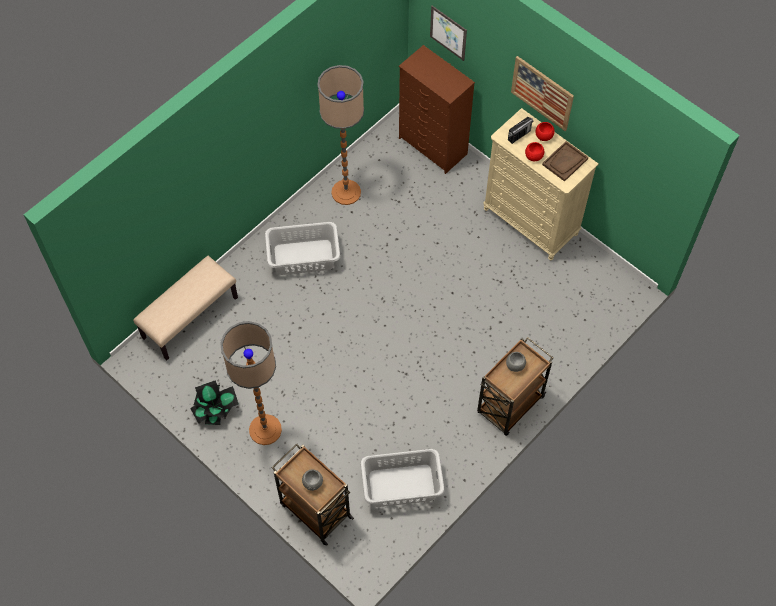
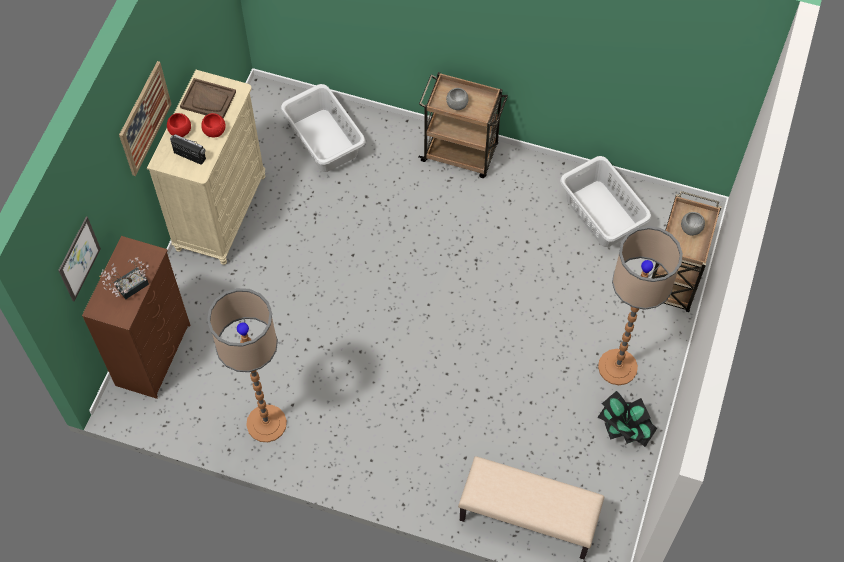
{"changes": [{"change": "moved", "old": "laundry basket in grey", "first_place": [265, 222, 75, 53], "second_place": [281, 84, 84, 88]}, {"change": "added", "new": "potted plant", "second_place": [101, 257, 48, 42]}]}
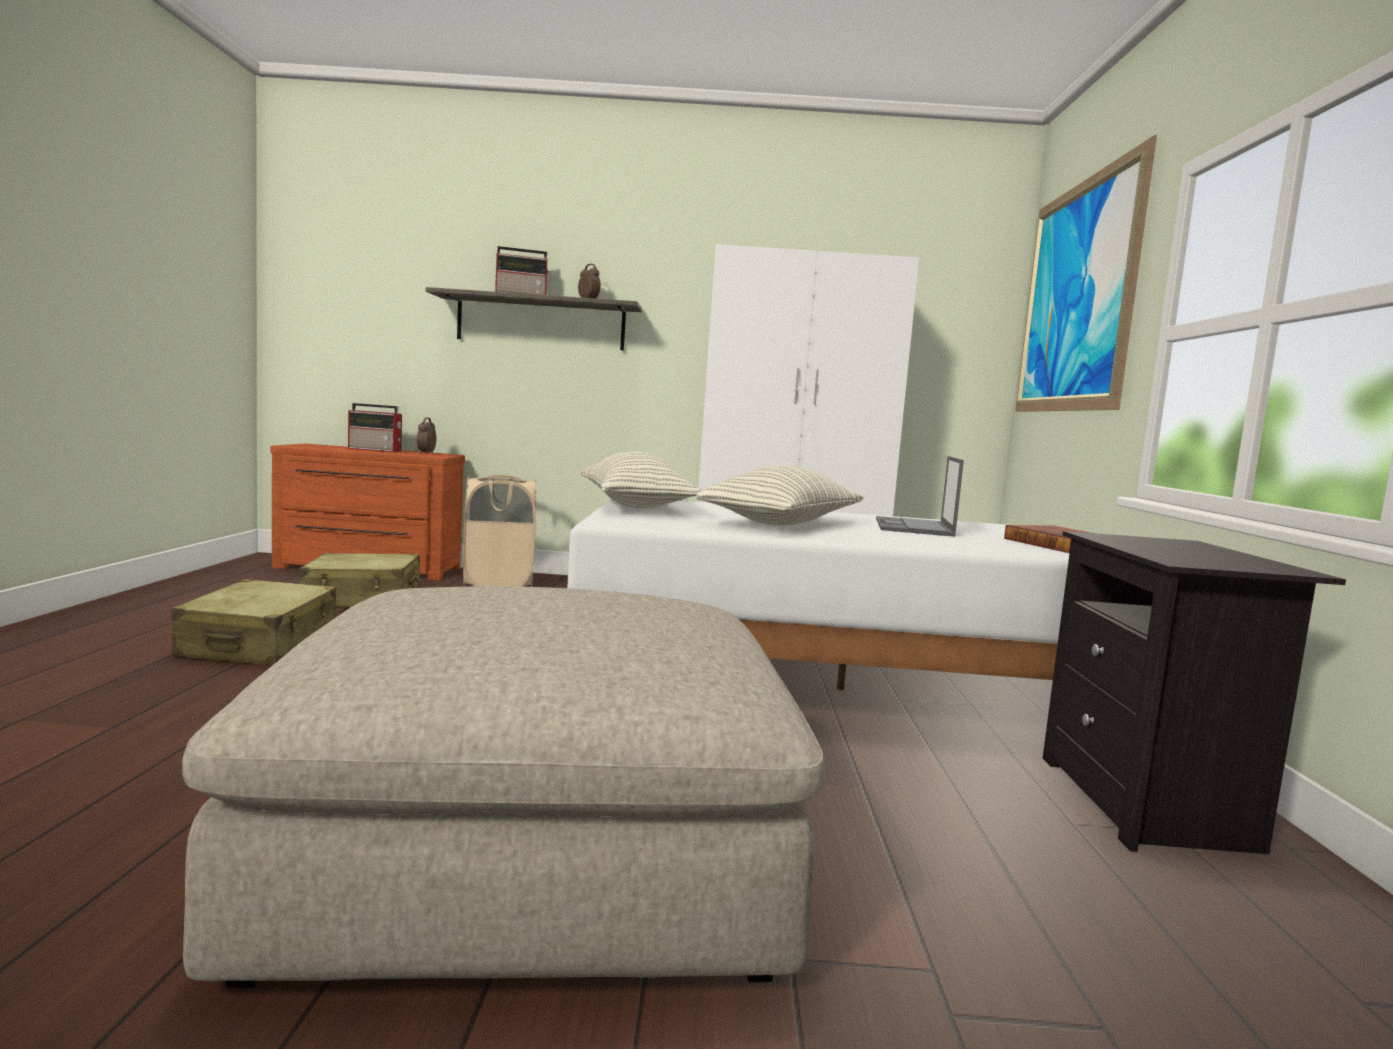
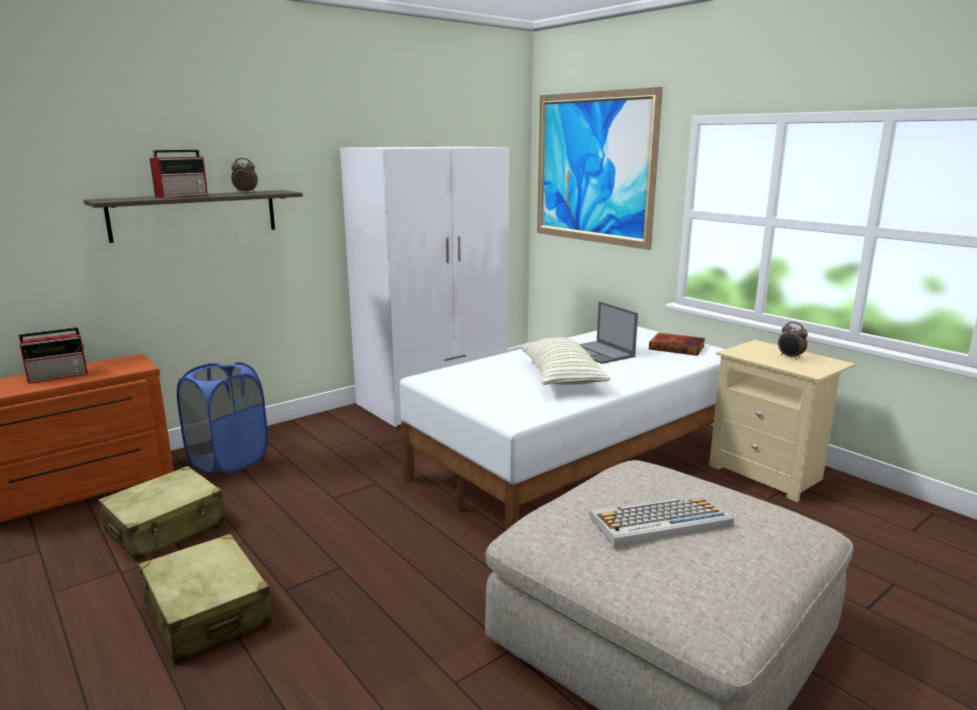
{"changes": [{"change": "moved", "old": "alarm clock", "first_place": [417, 418, 19, 36], "second_place": [778, 322, 30, 38]}, {"change": "removed", "old": "pillow", "first_place": [581, 451, 121, 58]}, {"change": "recoloured", "old": "laundry basket in beige", "new": "laundry basket in blue", "first_place": [463, 475, 73, 112], "second_place": [177, 362, 91, 112]}, {"change": "recoloured", "old": "nightstand in black", "new": "nightstand in beige", "first_place": [1043, 531, 303, 323], "second_place": [709, 340, 147, 162]}, {"change": "added", "new": "keyboard", "second_place": [589, 494, 145, 53]}]}
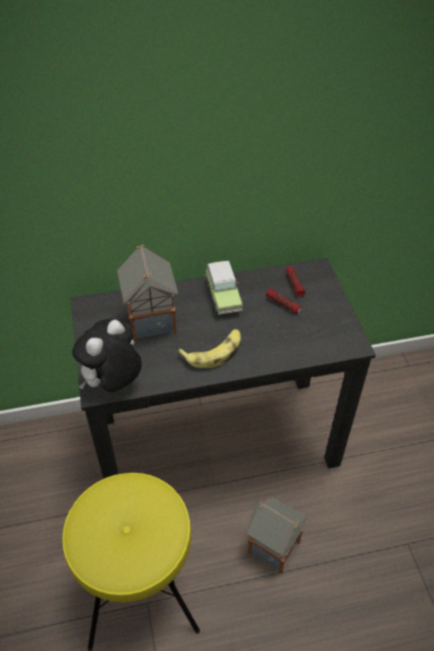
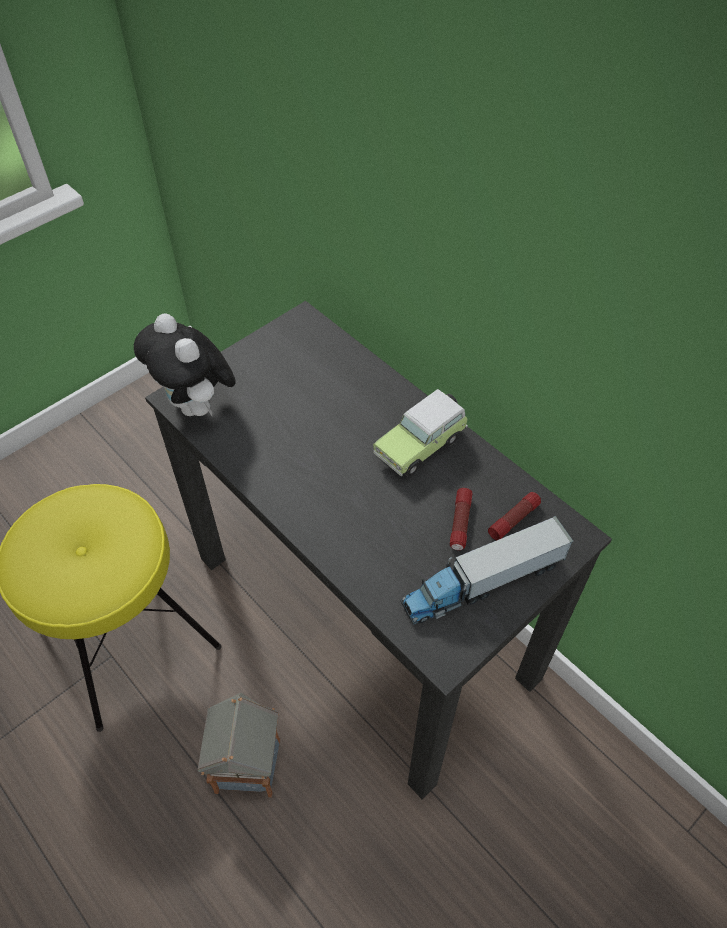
{"changes": [{"change": "removed", "old": "toy house", "first_place": [117, 245, 61, 97]}, {"change": "turned", "old": "plush toy", "first_place": [72, 318, 70, 74], "second_place": [134, 313, 102, 103], "degrees": -135}, {"change": "removed", "old": "banana", "first_place": [178, 329, 63, 39]}, {"change": "added", "new": "toy truck", "second_place": [400, 516, 173, 109]}]}
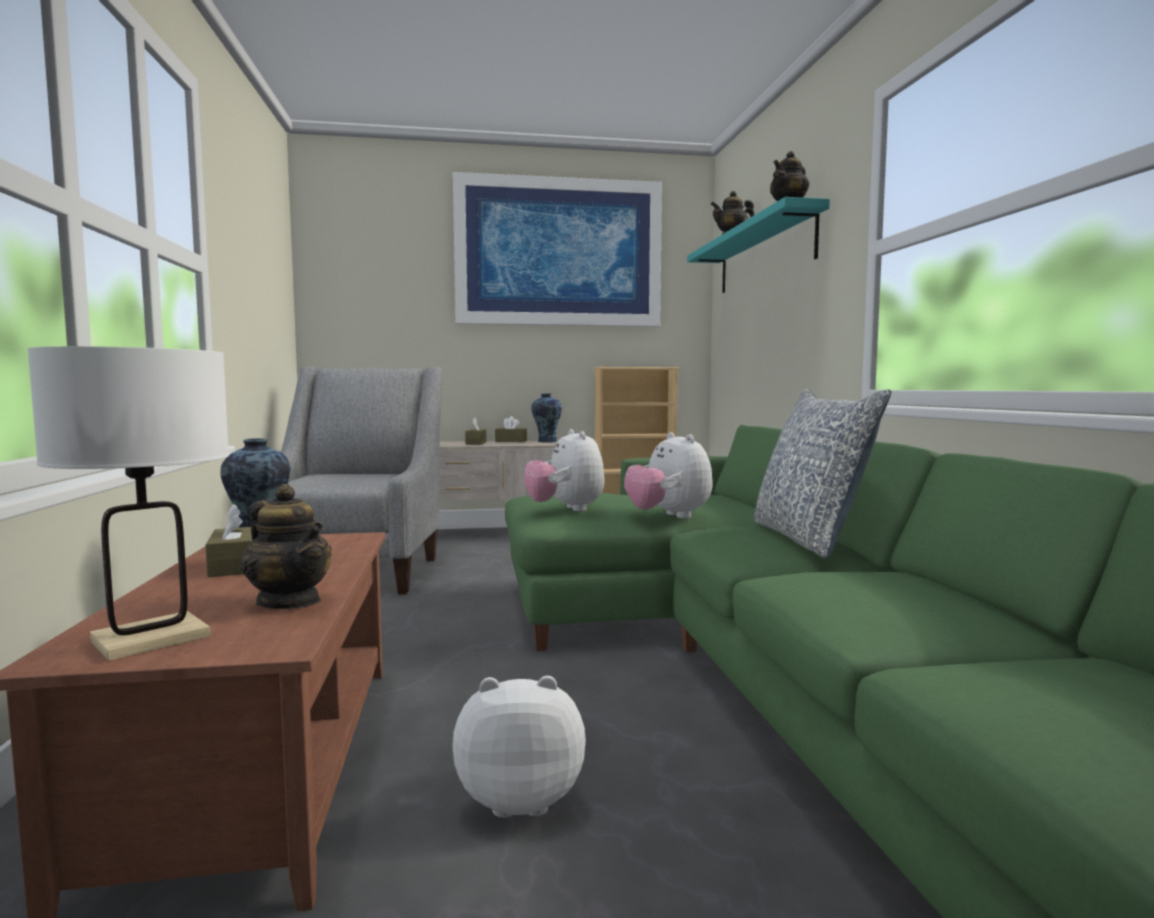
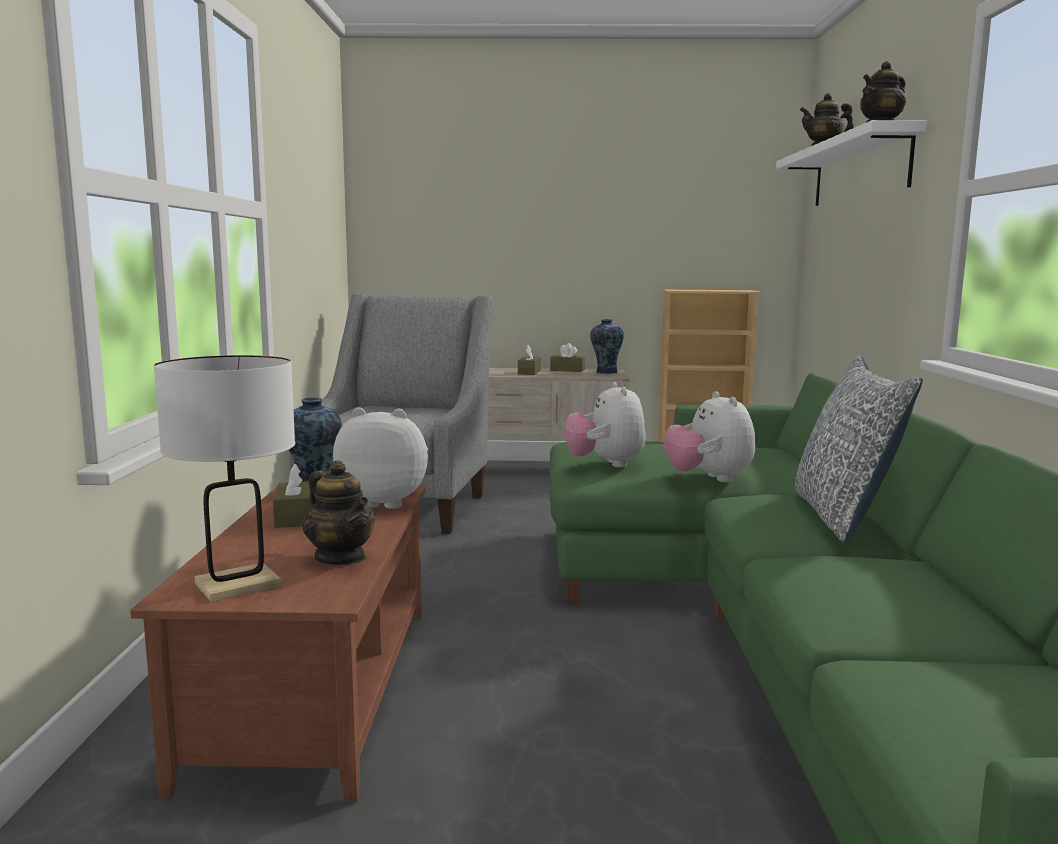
{"changes": [{"change": "removed", "old": "picture", "first_place": [453, 172, 209, 155]}, {"change": "recoloured", "old": "shelf in turquoise", "new": "shelf in white", "first_place": [687, 197, 143, 96], "second_place": [776, 120, 151, 86]}, {"change": "moved", "old": "plush toy", "first_place": [453, 676, 133, 142], "second_place": [333, 407, 95, 102]}]}
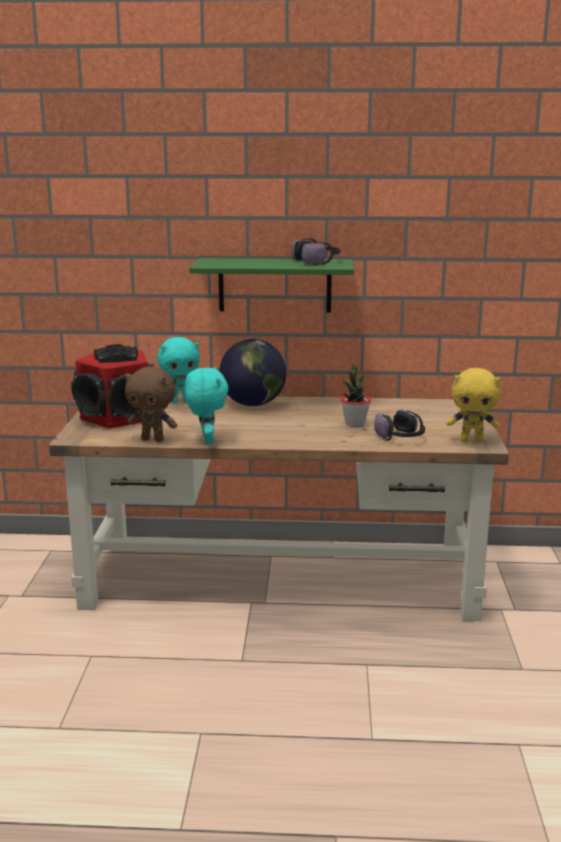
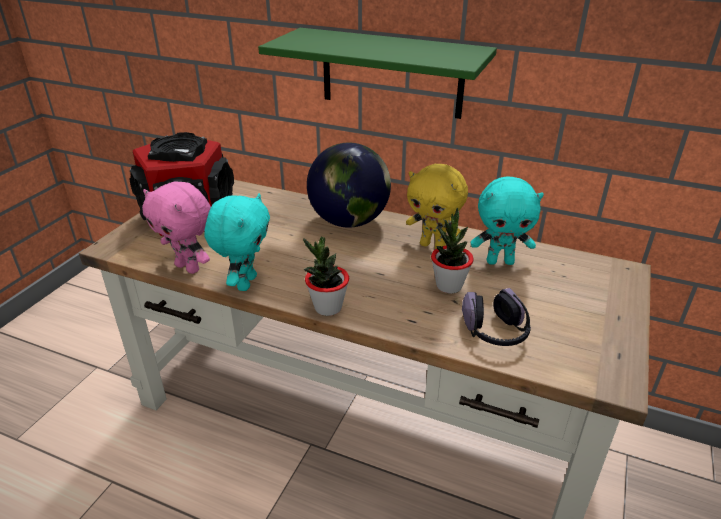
{"changes": [{"change": "removed", "old": "headphones", "first_place": [291, 238, 50, 27]}, {"change": "moved", "old": "plush toy in turquoise", "first_place": [157, 337, 43, 66], "second_place": [471, 176, 73, 89]}, {"change": "recoloured", "old": "plush toy in brown", "new": "plush toy in pink", "first_place": [125, 367, 52, 75], "second_place": [142, 182, 69, 92]}, {"change": "moved", "old": "plush toy in yellow", "first_place": [446, 368, 55, 75], "second_place": [406, 164, 62, 85]}, {"change": "added", "new": "potted plant", "second_place": [303, 237, 46, 79]}]}
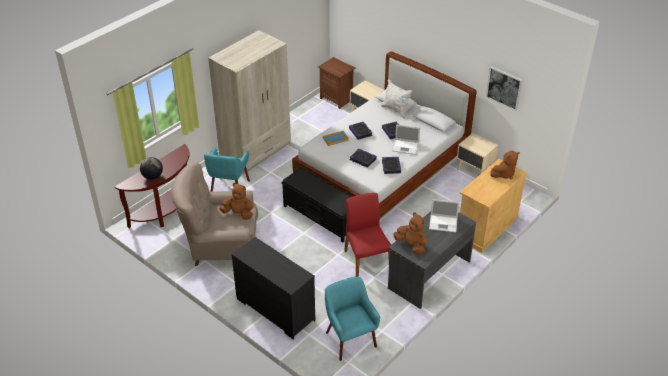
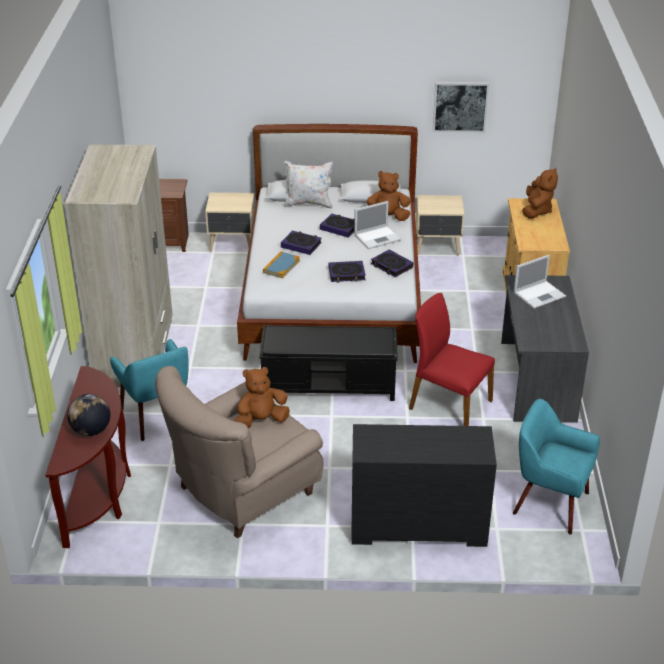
{"changes": [{"change": "moved", "old": "plush toy in brown", "first_place": [393, 212, 34, 42], "second_place": [367, 171, 44, 50]}]}
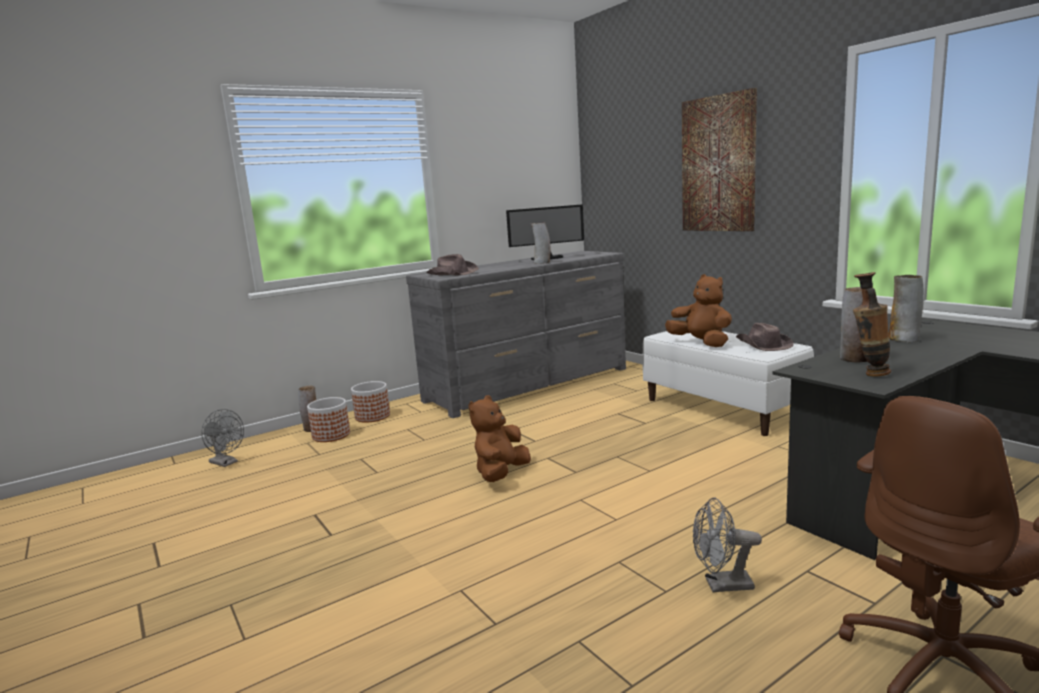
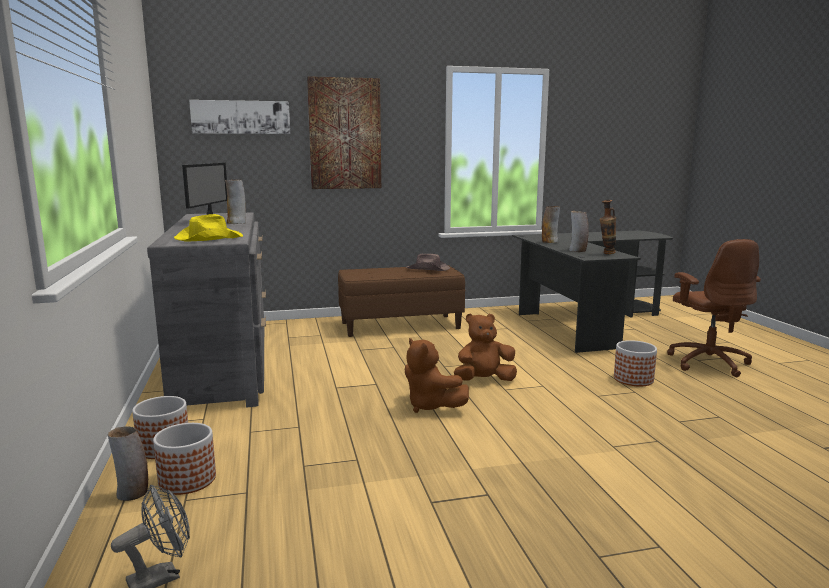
{"changes": [{"change": "recoloured", "old": "hat in brown", "new": "hat in yellow", "first_place": [427, 254, 52, 22], "second_place": [174, 214, 69, 28]}, {"change": "moved", "old": "plush toy in brown", "first_place": [665, 274, 67, 73], "second_place": [454, 313, 63, 68]}, {"change": "recoloured", "old": "bench in white", "new": "bench in brown", "first_place": [642, 331, 172, 105], "second_place": [338, 265, 127, 72]}, {"change": "replaced", "old": "fan in grey", "new": "planter", "first_place": [693, 498, 69, 94], "second_place": [614, 340, 43, 47]}, {"change": "added", "new": "picture", "second_place": [189, 100, 101, 34]}]}
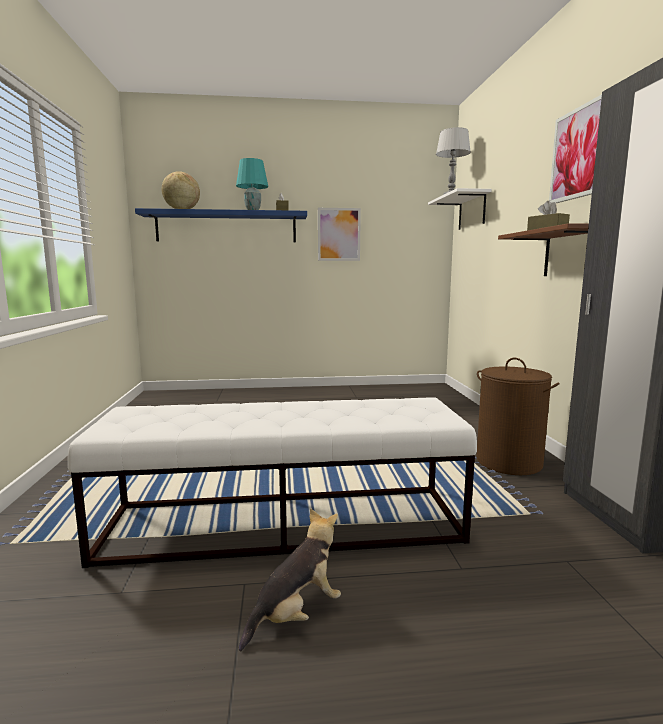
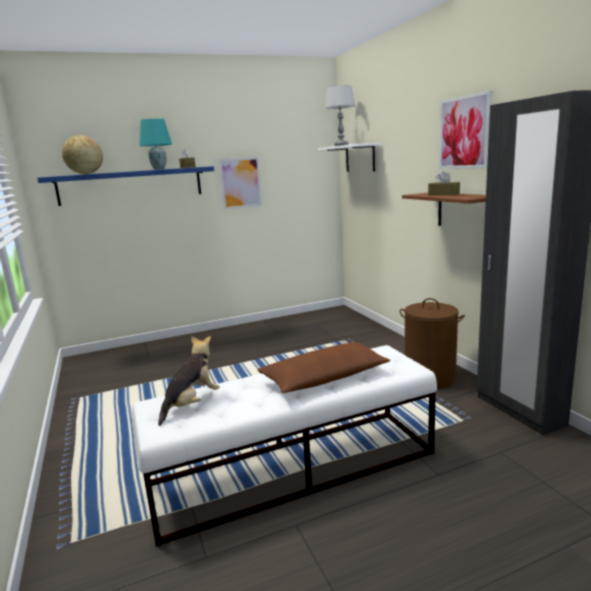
{"changes": [{"change": "moved", "old": "plush toy", "first_place": [239, 508, 102, 144], "second_place": [158, 336, 62, 90]}, {"change": "added", "new": "pillow in brown", "second_place": [257, 342, 133, 51]}]}
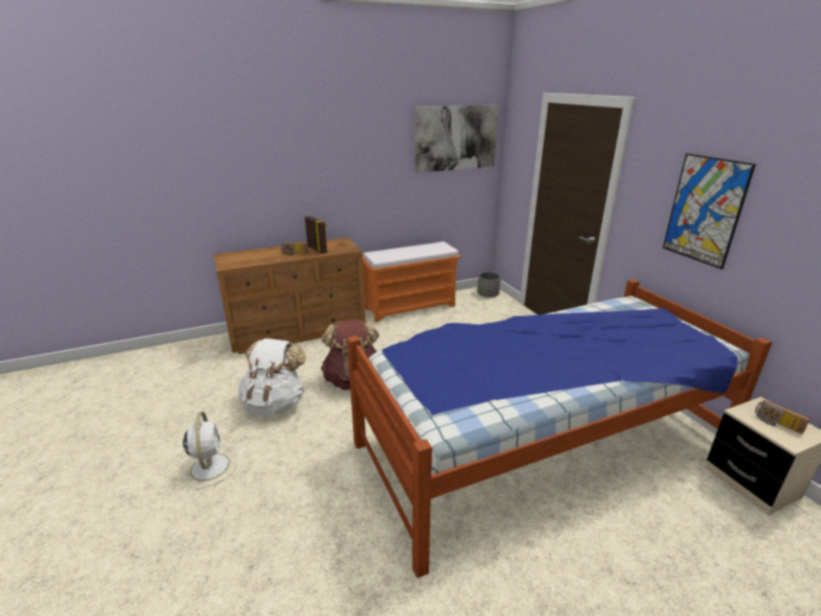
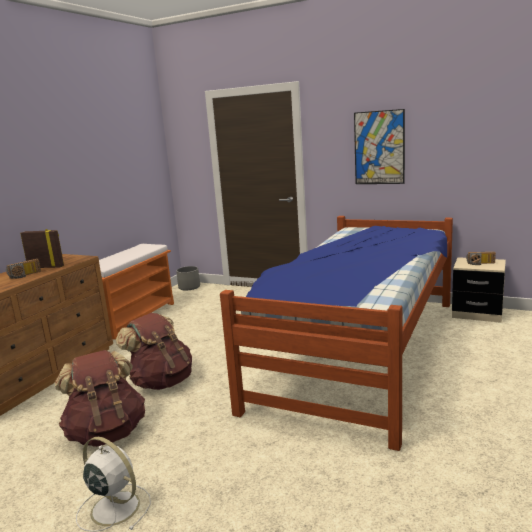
{"changes": [{"change": "removed", "old": "picture", "first_place": [415, 105, 84, 68]}, {"change": "recoloured", "old": "backpack in white", "new": "backpack in brown", "first_place": [238, 338, 68, 78], "second_place": [55, 350, 90, 97]}]}
